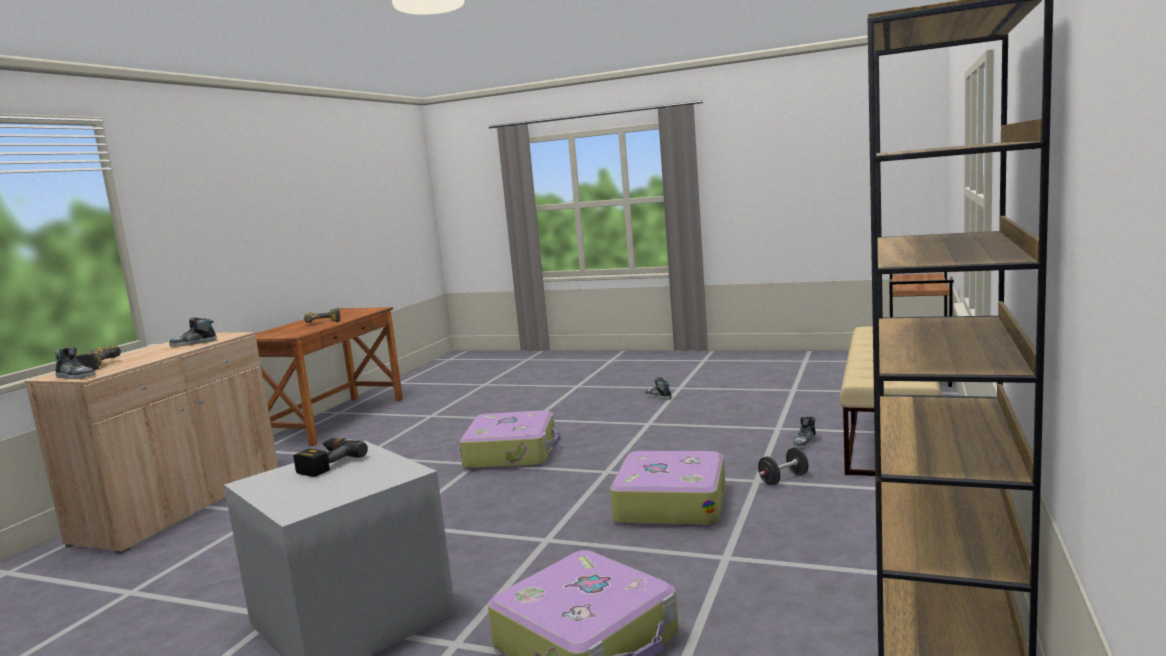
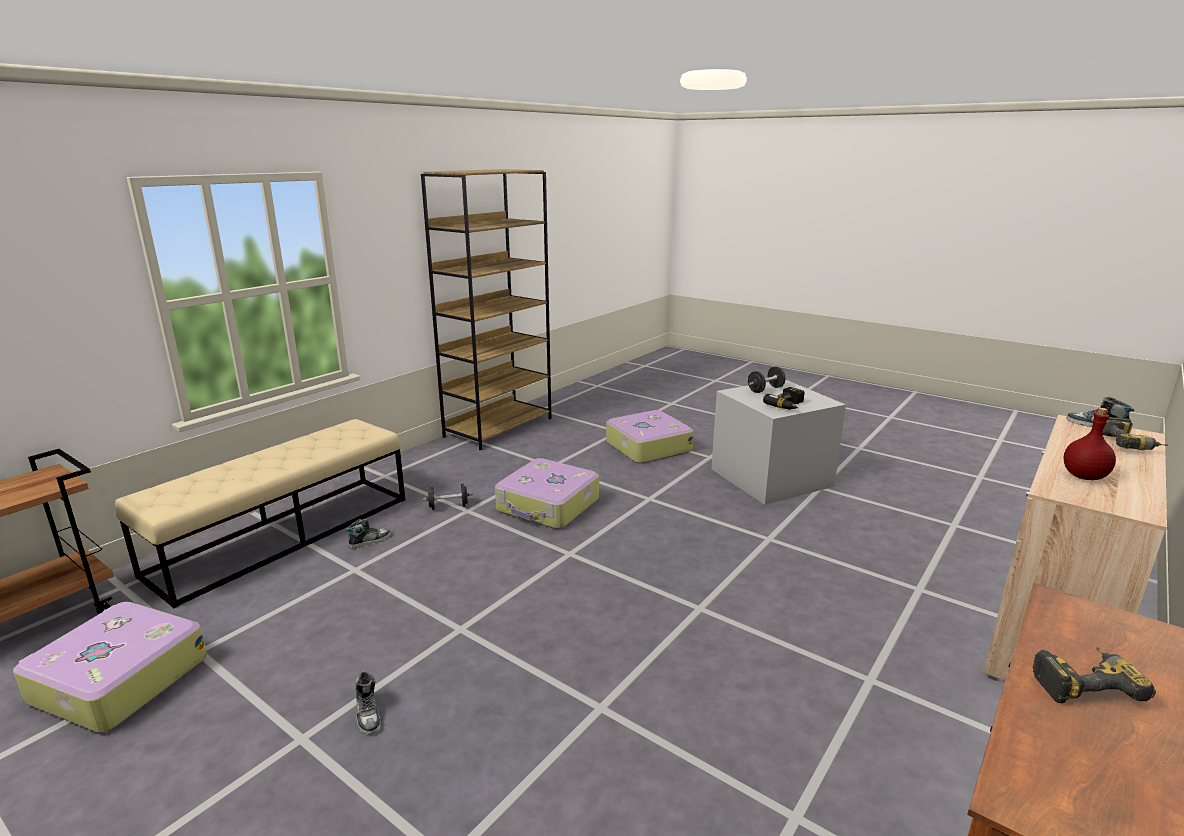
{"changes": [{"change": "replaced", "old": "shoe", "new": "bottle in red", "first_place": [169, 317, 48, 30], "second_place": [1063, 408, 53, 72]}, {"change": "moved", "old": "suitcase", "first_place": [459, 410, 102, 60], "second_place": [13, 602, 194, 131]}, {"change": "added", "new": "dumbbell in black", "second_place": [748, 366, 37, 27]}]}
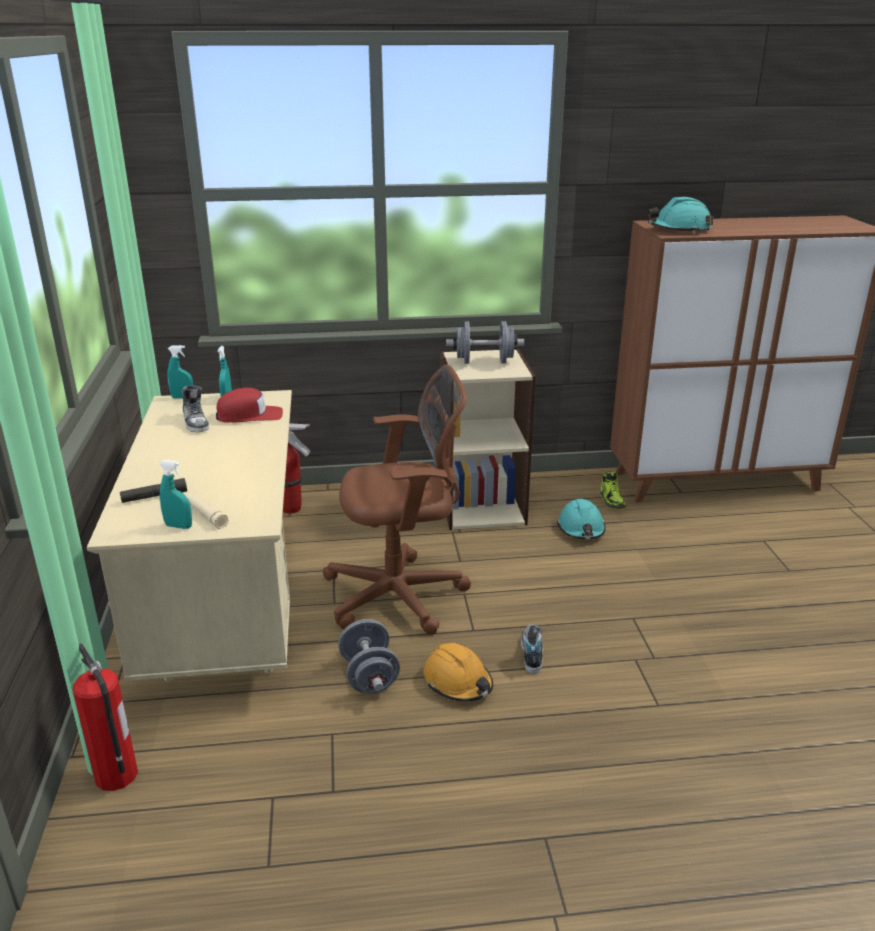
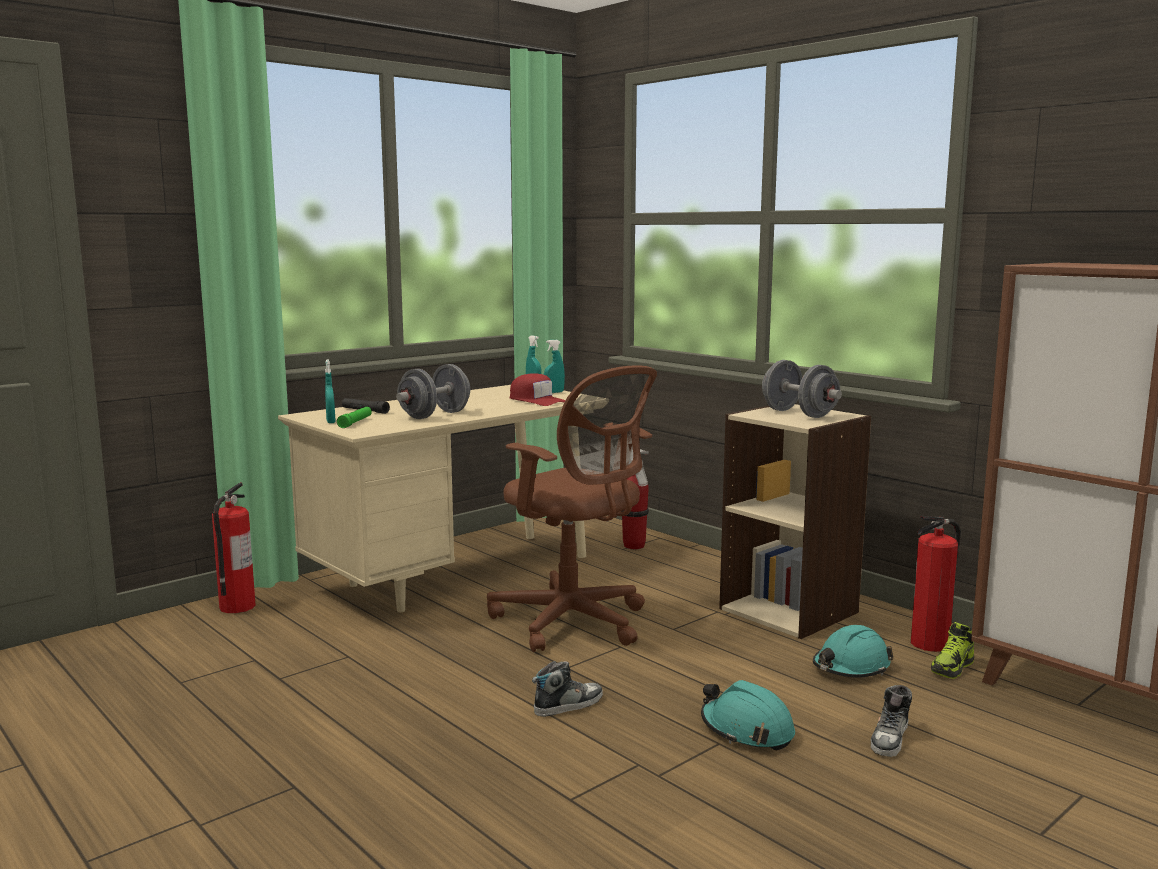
{"changes": [{"change": "moved", "old": "hard hat in turquoise", "first_place": [648, 197, 65, 36], "second_place": [701, 680, 94, 71]}, {"change": "moved", "old": "shoe", "first_place": [182, 385, 27, 47], "second_place": [871, 685, 41, 72]}, {"change": "recoloured", "old": "flashlight in beige", "new": "flashlight in green", "first_place": [185, 492, 43, 36], "second_place": [337, 407, 35, 21]}, {"change": "moved", "old": "dumbbell in grey", "first_place": [338, 619, 62, 75], "second_place": [396, 364, 74, 55]}, {"change": "removed", "old": "hard hat in orange", "first_place": [423, 643, 70, 59]}, {"change": "added", "new": "fire extinguisher", "second_place": [911, 516, 50, 136]}]}
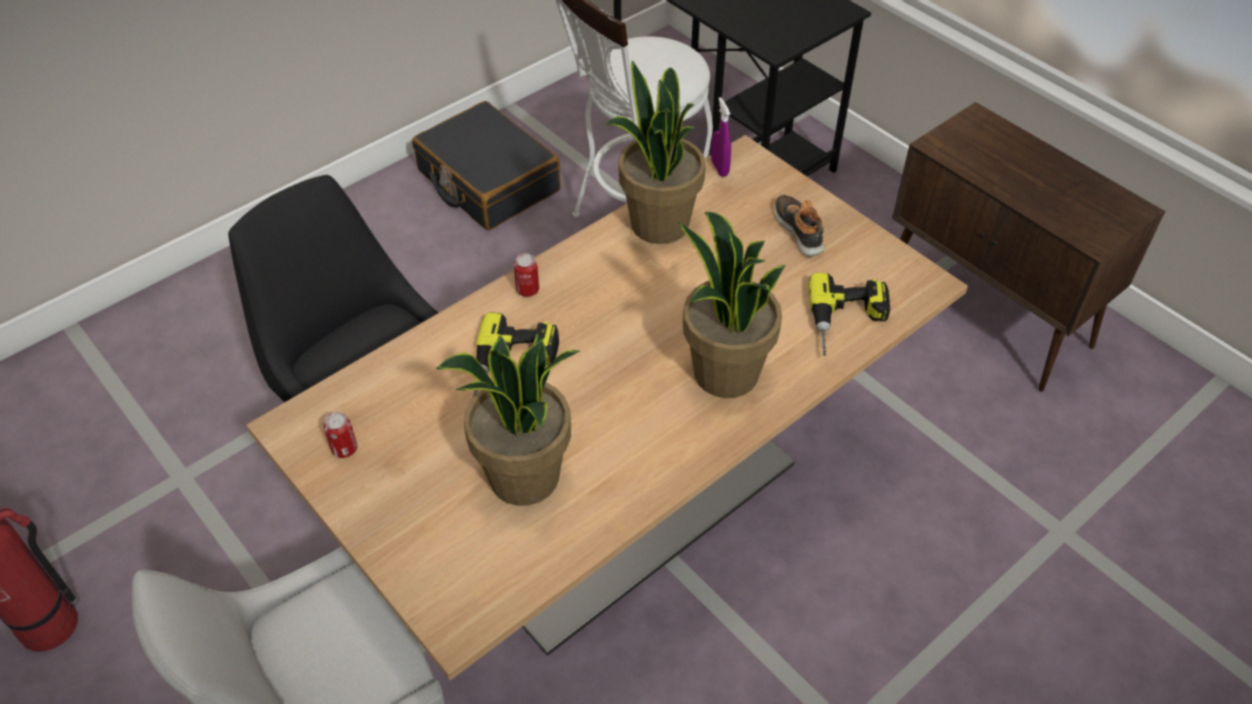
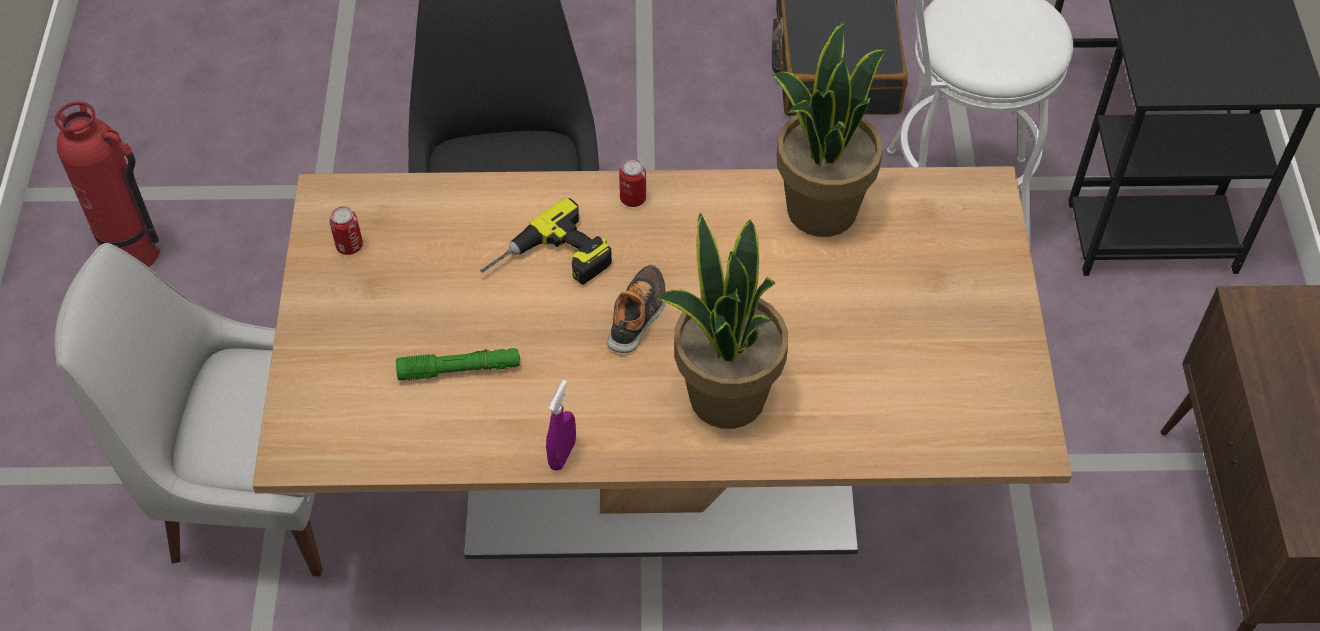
{"changes": [{"change": "moved", "old": "spray bottle in purple", "first_place": [711, 97, 20, 80], "second_place": [546, 380, 30, 91]}, {"change": "moved", "old": "shoe", "first_place": [774, 195, 50, 61], "second_place": [607, 264, 59, 89]}, {"change": "removed", "old": "power drill", "first_place": [808, 273, 82, 83]}, {"change": "replaced", "old": "potted plant", "new": "flashlight in green", "first_place": [436, 333, 144, 173], "second_place": [396, 348, 124, 33]}]}
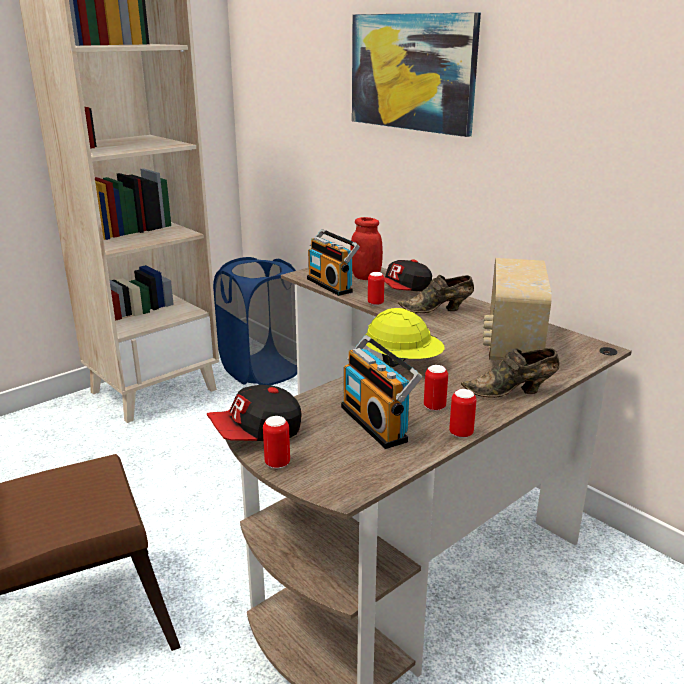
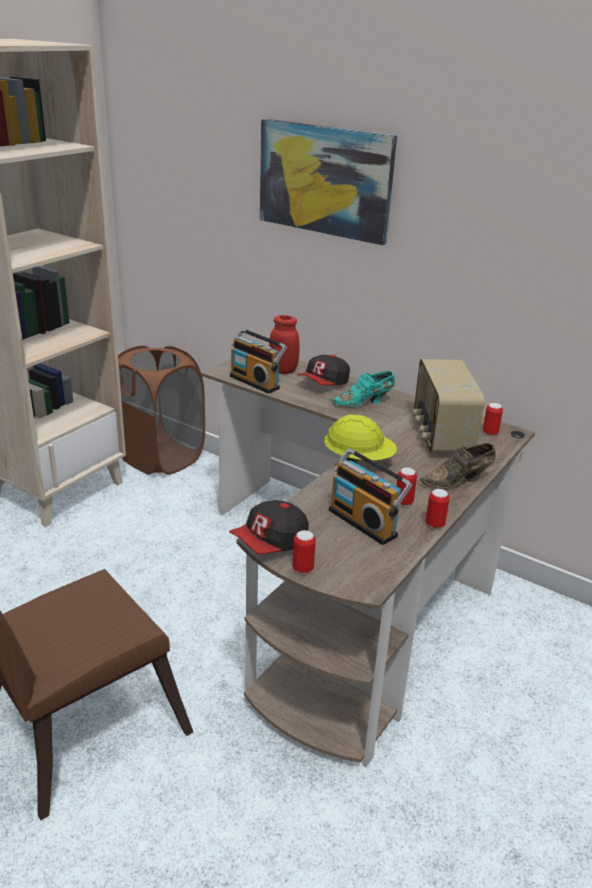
{"changes": [{"change": "recoloured", "old": "laundry basket in blue", "new": "laundry basket in brown", "first_place": [213, 257, 84, 128], "second_place": [118, 346, 87, 129]}, {"change": "moved", "old": "can", "first_place": [368, 272, 16, 34], "second_place": [483, 403, 20, 32]}, {"change": "recoloured", "old": "shoe in brown", "new": "shoe in turquoise", "first_place": [398, 275, 76, 38], "second_place": [330, 371, 65, 37]}]}
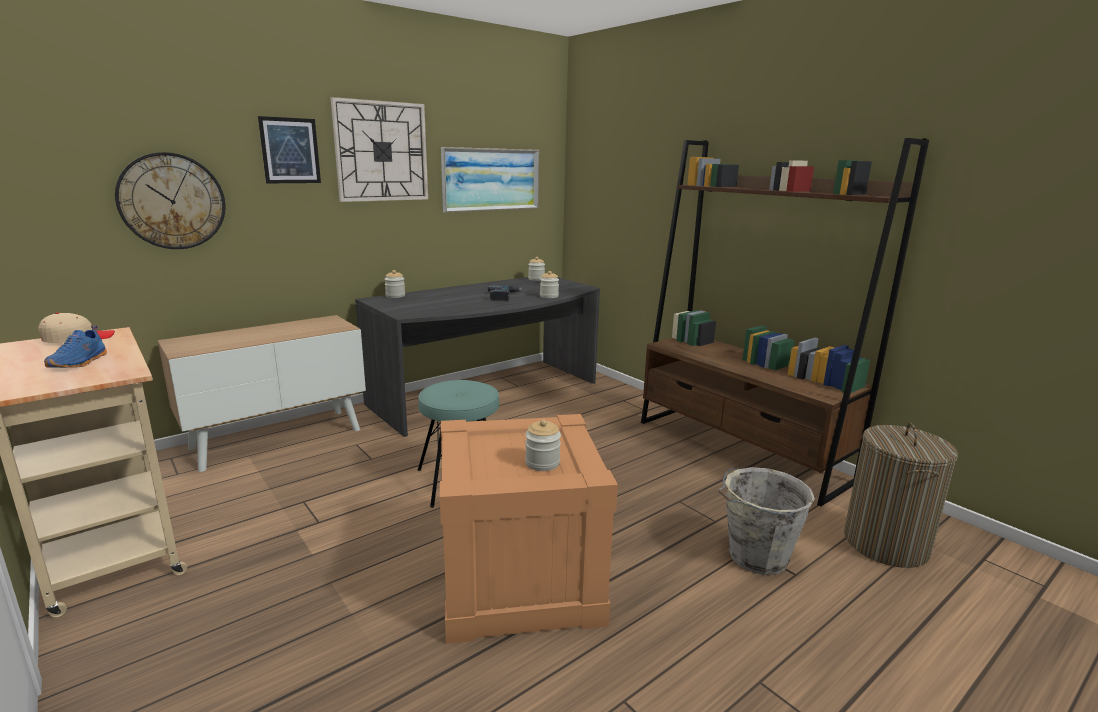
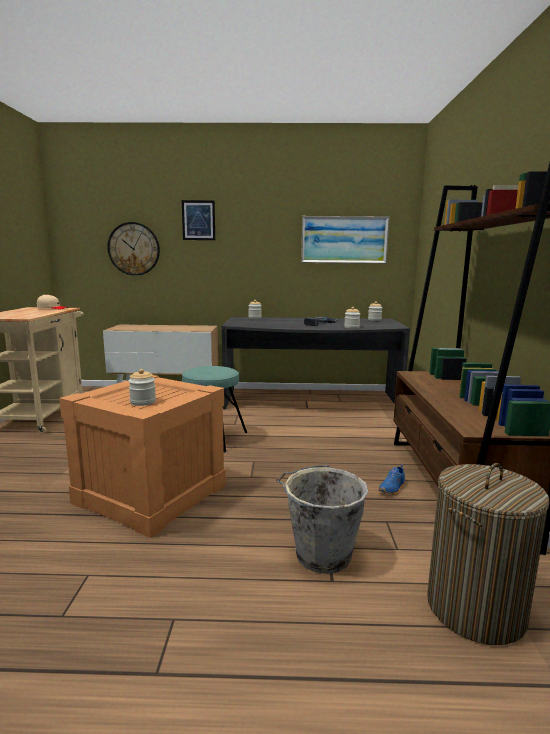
{"changes": [{"change": "removed", "old": "wall clock", "first_place": [330, 97, 98, 105]}, {"change": "moved", "old": "shoe in blue", "first_place": [44, 326, 63, 42], "second_place": [379, 464, 26, 31]}]}
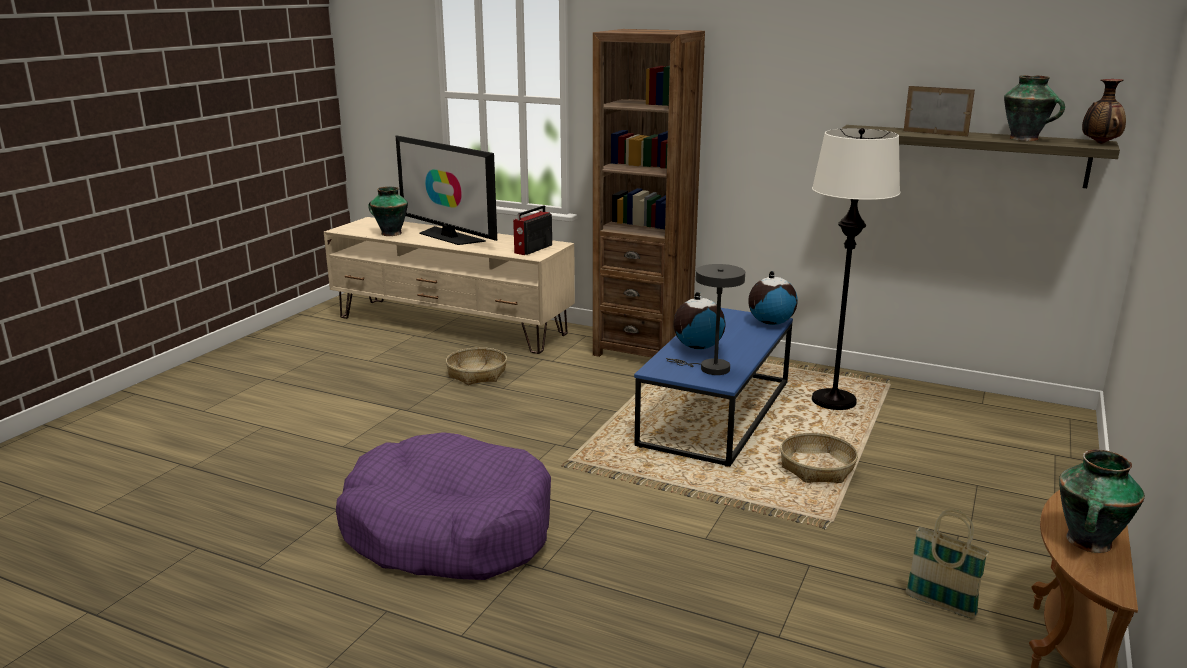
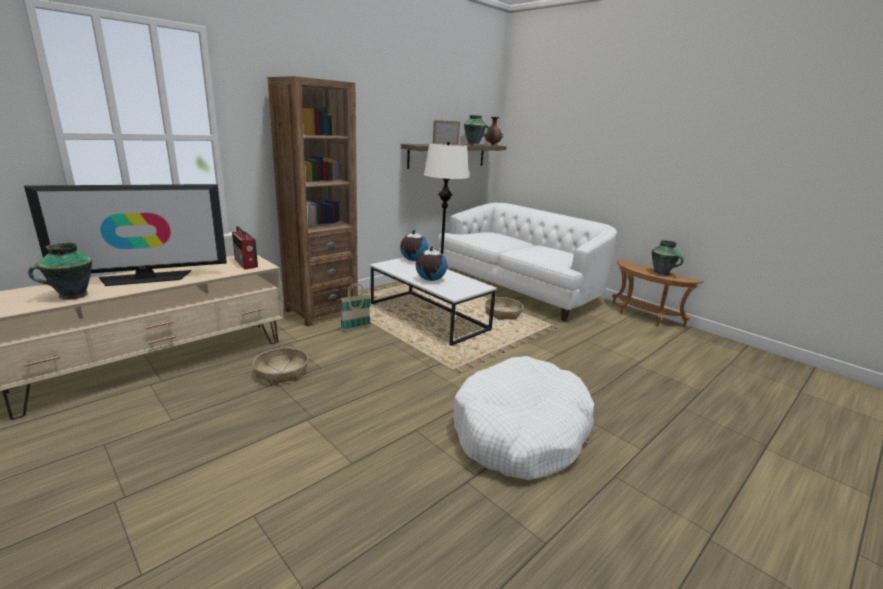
{"changes": [{"change": "removed", "old": "table lamp in grey", "first_place": [666, 264, 79, 111]}, {"change": "recoloured", "old": "coffee table in blue", "new": "coffee table in white", "first_place": [634, 308, 159, 159], "second_place": [370, 257, 127, 89]}, {"change": "recoloured", "old": "dog bed in purple", "new": "dog bed in white", "first_place": [336, 432, 215, 148], "second_place": [454, 356, 140, 124]}, {"change": "moved", "old": "basket", "first_place": [906, 509, 83, 109], "second_place": [341, 283, 30, 48]}, {"change": "added", "new": "sofa in white", "second_place": [437, 203, 180, 119]}]}
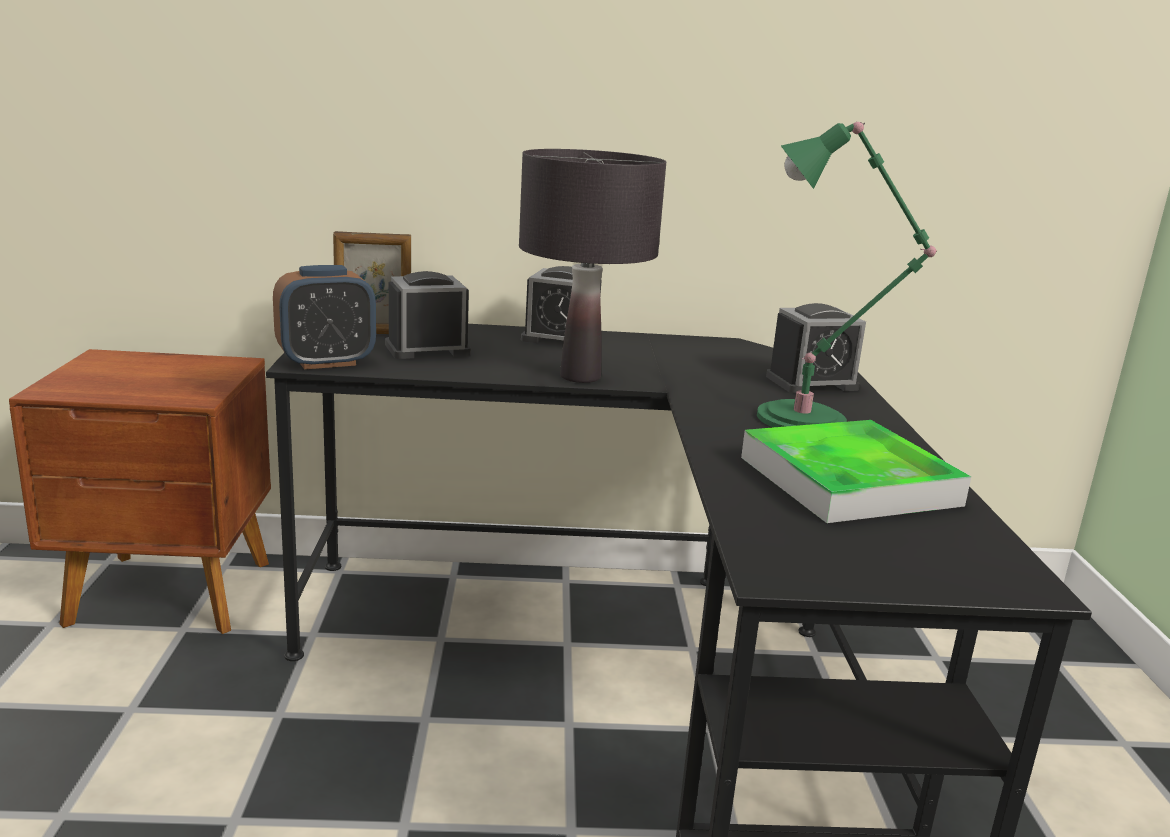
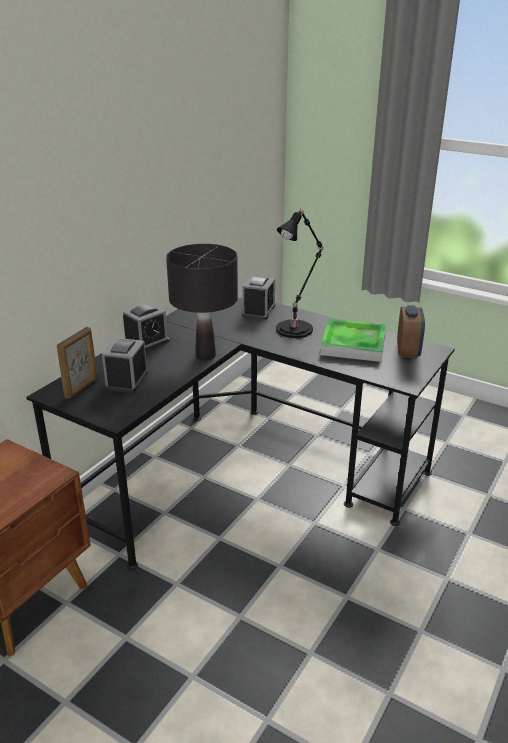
{"changes": [{"change": "recoloured", "old": "table lamp in green", "new": "table lamp in black", "first_place": [757, 122, 180, 305], "second_place": [276, 209, 48, 129]}, {"change": "moved", "old": "alarm clock", "first_place": [273, 265, 103, 104], "second_place": [397, 305, 28, 53]}]}
